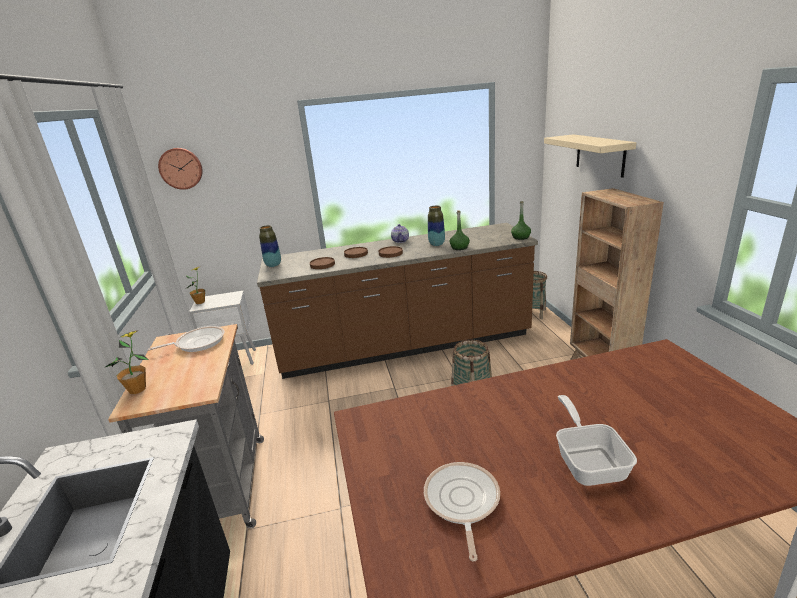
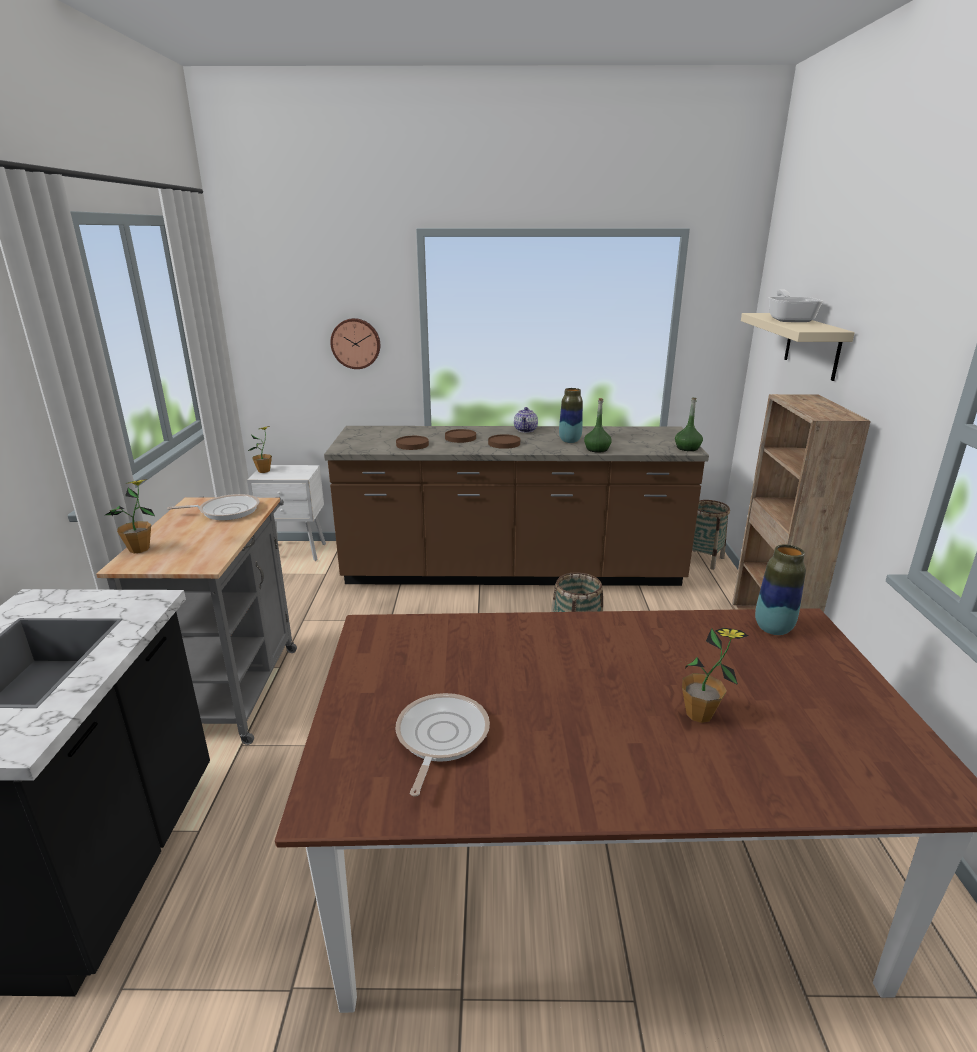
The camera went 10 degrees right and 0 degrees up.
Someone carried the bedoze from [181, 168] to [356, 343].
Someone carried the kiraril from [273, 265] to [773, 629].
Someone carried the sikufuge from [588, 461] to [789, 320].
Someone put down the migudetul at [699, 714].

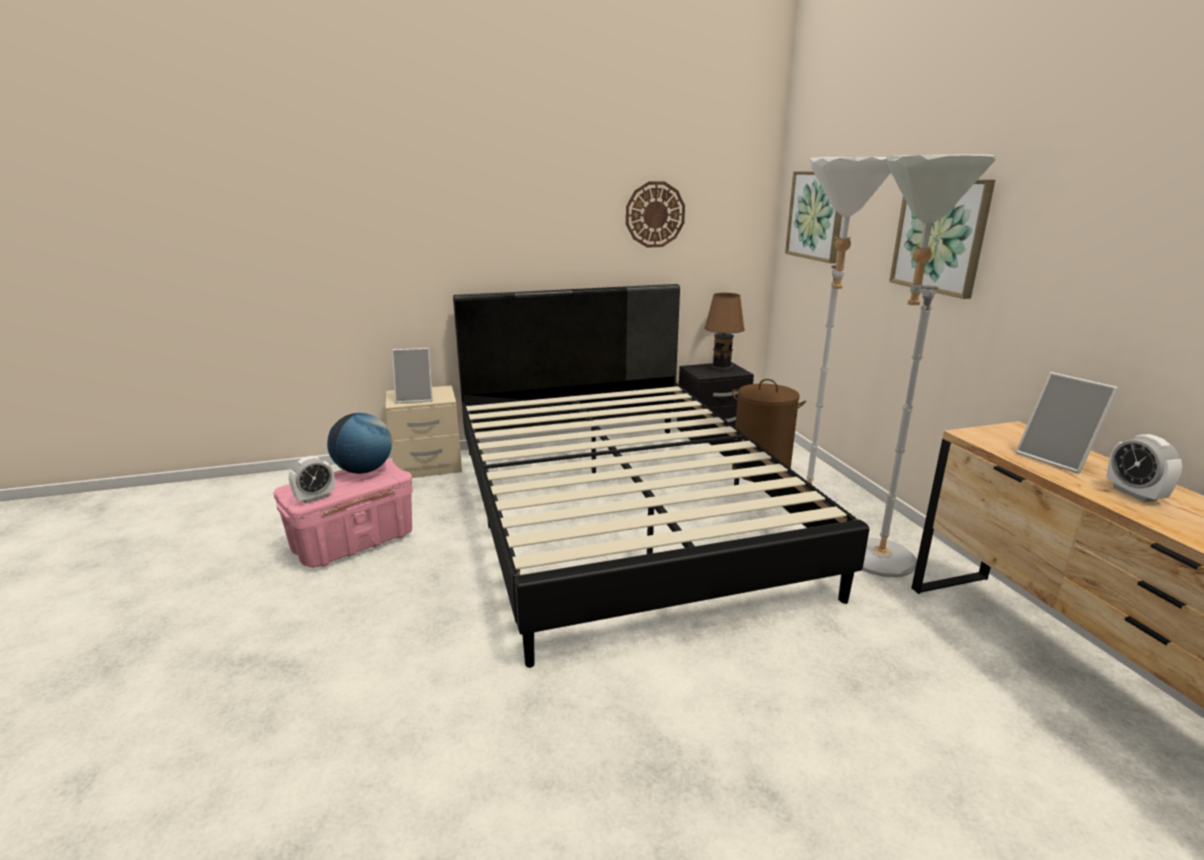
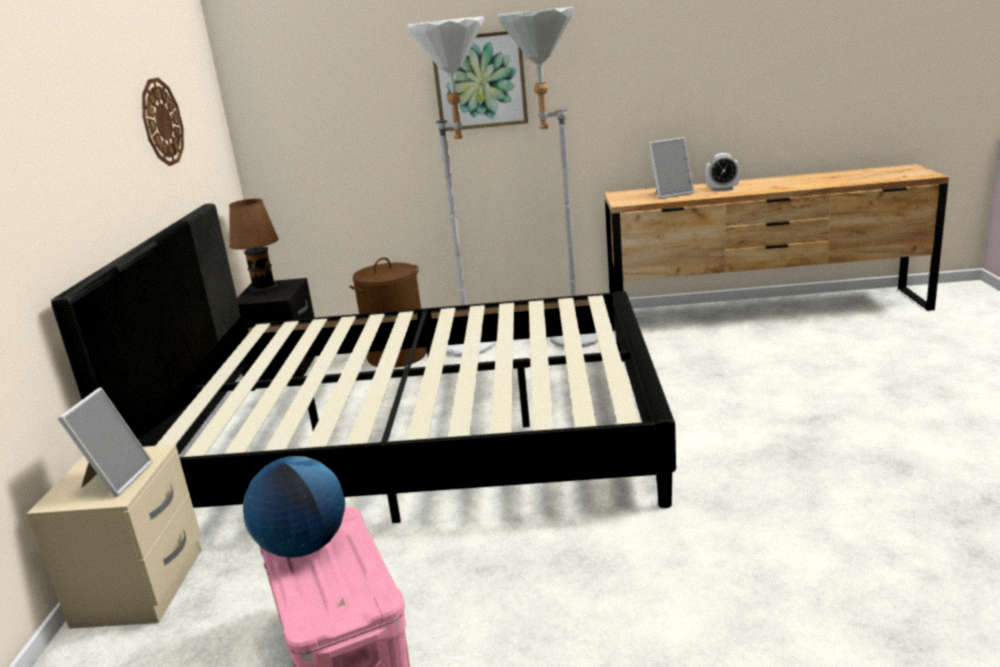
The camera went 70 degrees left and 0 degrees up.
Someone took away the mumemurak at [816, 215].
Someone took away the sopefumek at [315, 497].

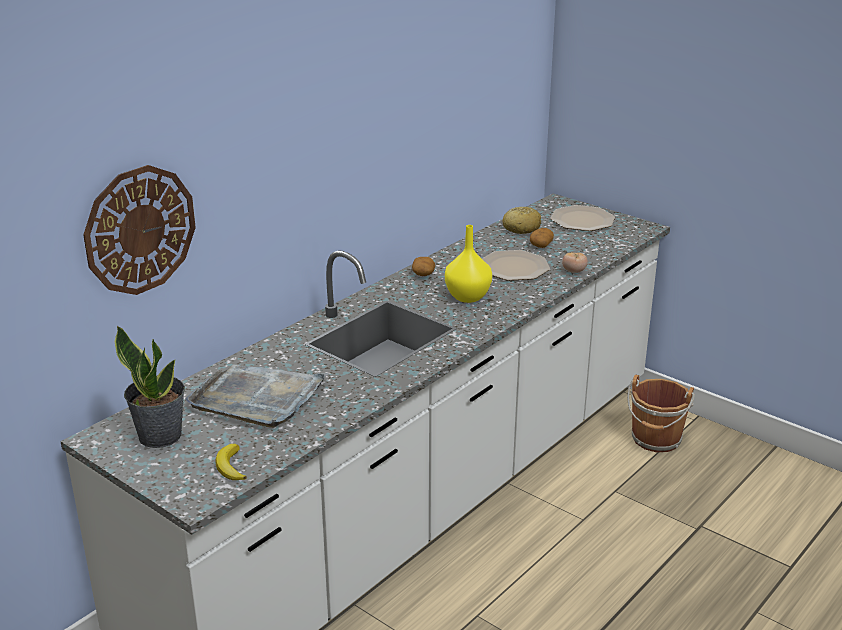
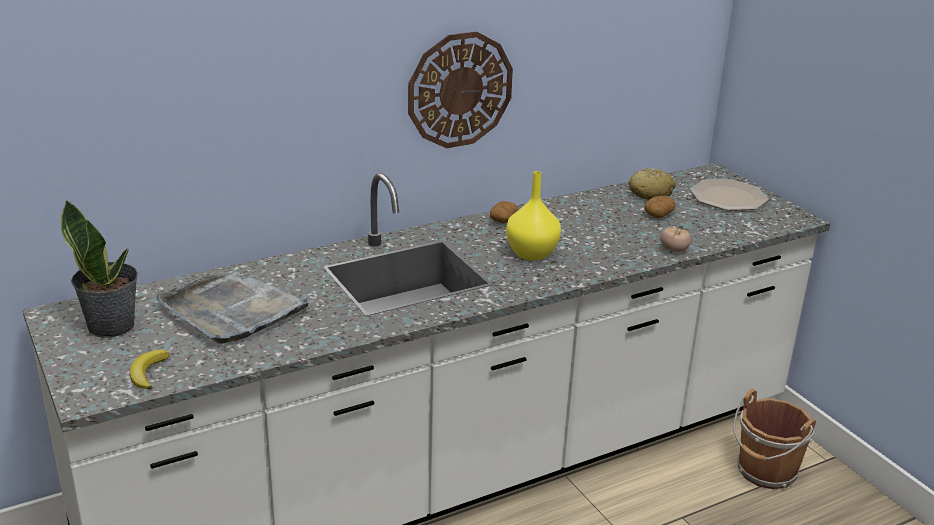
The camera went 20 degrees right and 0 degrees up.
Someone carried the bedoze from [140, 230] to [460, 90].
Someone took away the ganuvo at [514, 267].

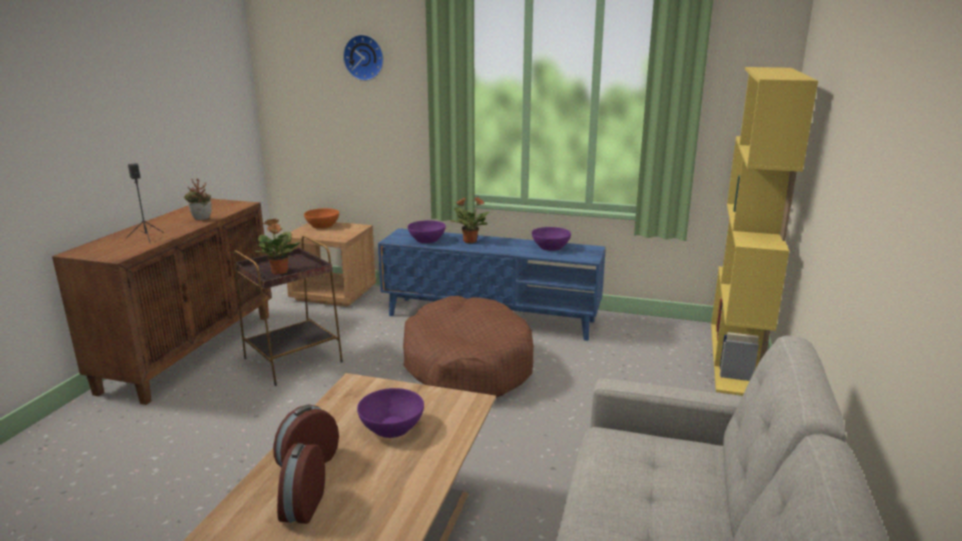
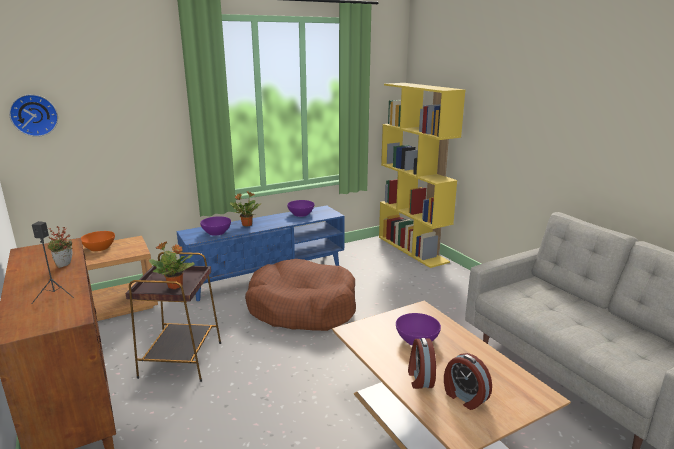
The camera went 45 degrees left and 0 degrees up.
Someone carried the bedoze from [364, 57] to [34, 115].

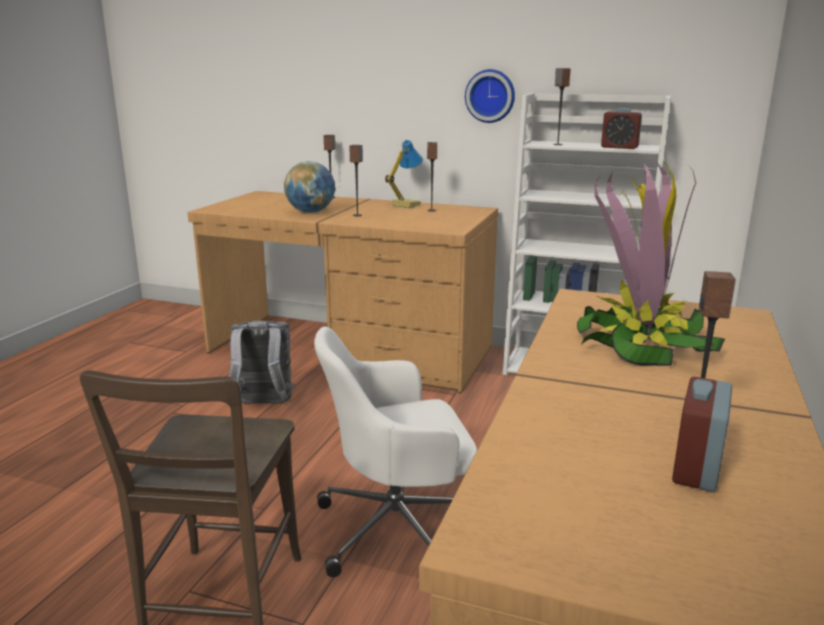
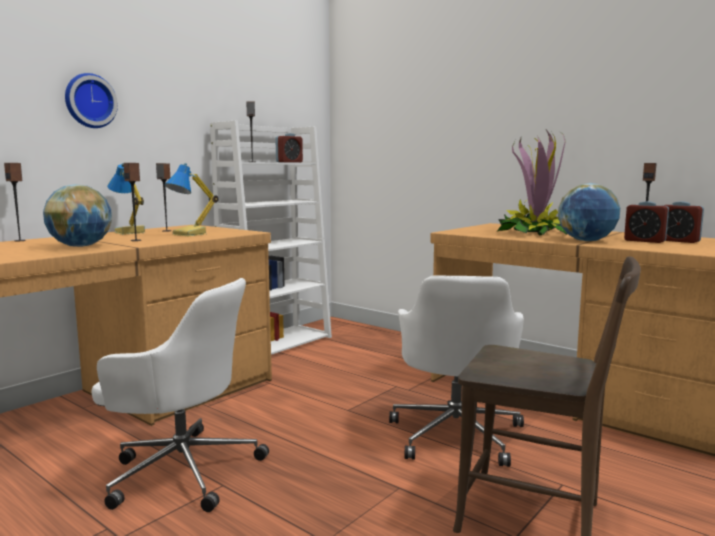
The camera went 70 degrees left and 10 degrees down.
Someone carried the bedoze from [490, 96] to [89, 101].
Someone swapped the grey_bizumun at [263, 405] for the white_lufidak at [182, 470].
Someone put down the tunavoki at [190, 234].
Someone put down the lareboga at [586, 241].
Someone put down the sopefumek at [644, 241].

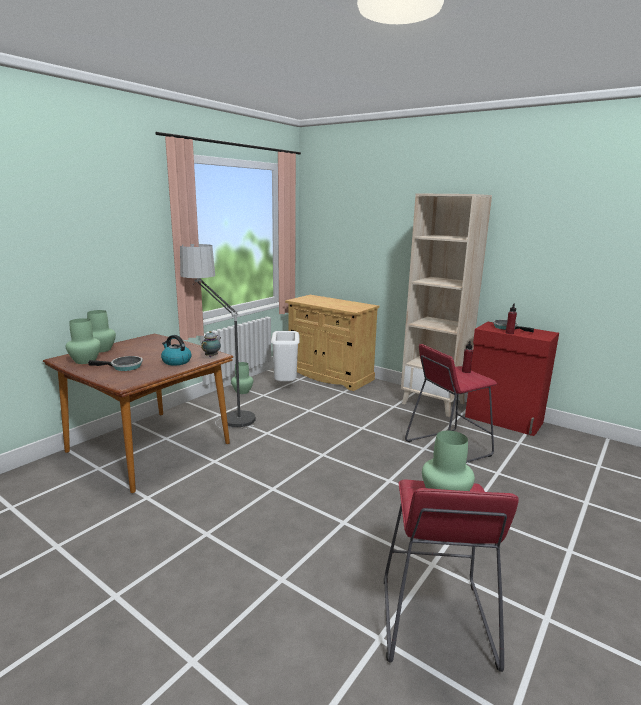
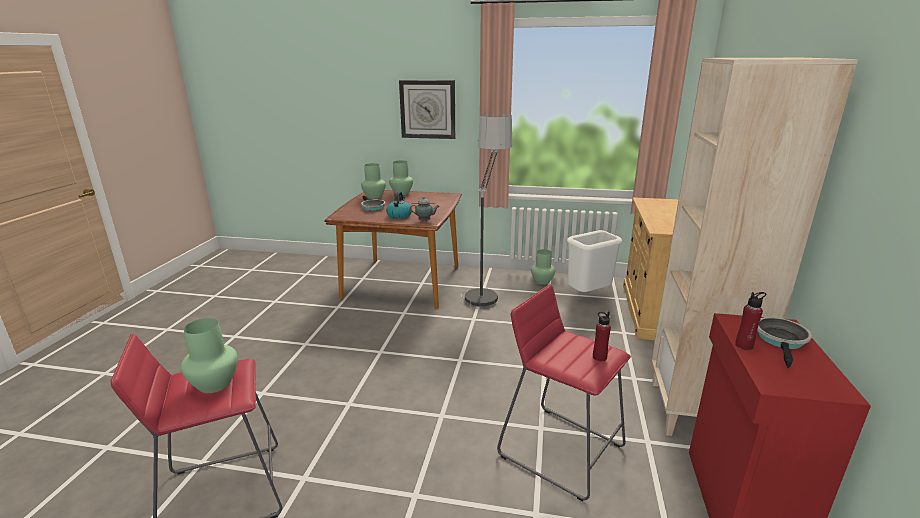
The camera went 65 degrees right and 5 degrees up.
Someone put up the bedoze at [428, 109].

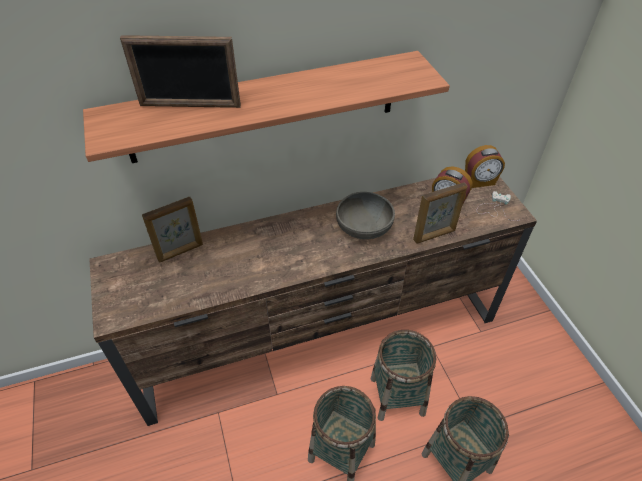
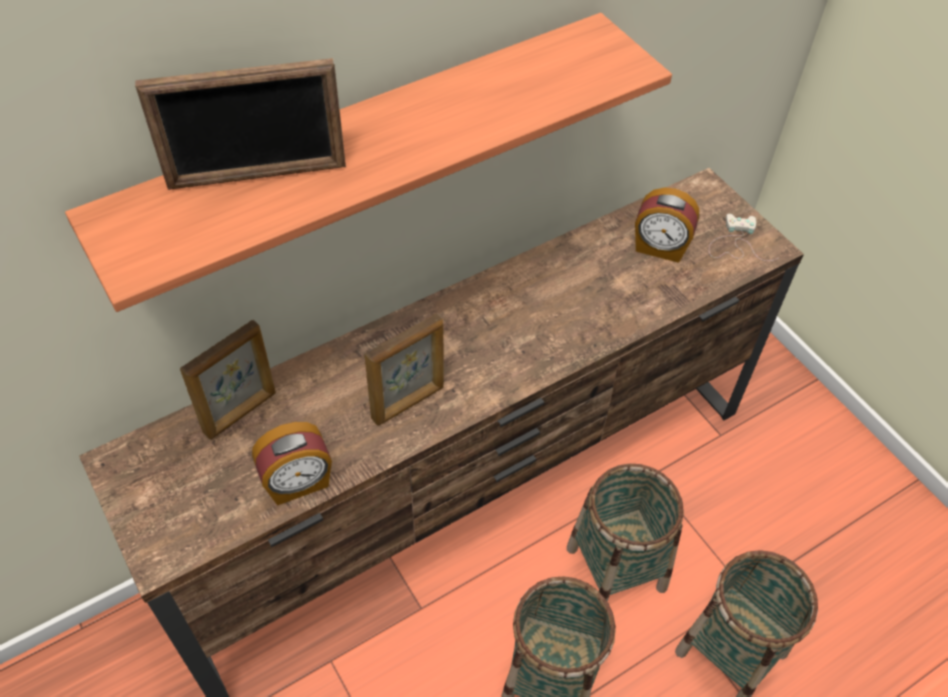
The camera went 15 degrees left and 5 degrees up.
Someone carried the sopefumek from [479, 181] to [298, 483].
Someone carried the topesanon from [434, 235] to [409, 403].
Someone took away the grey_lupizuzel at [364, 227].

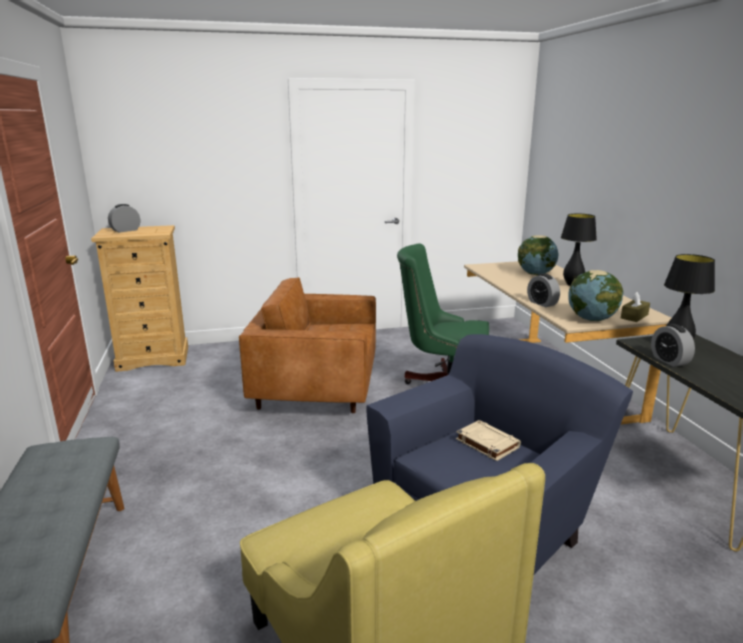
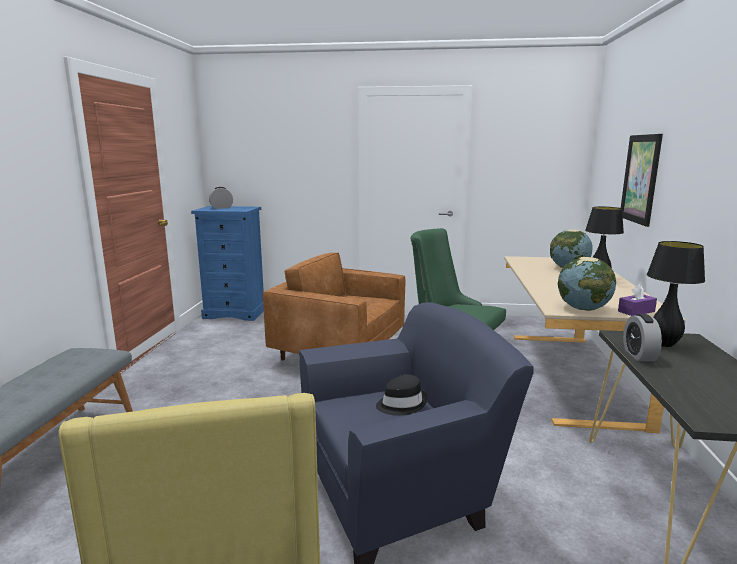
The camera went 20 degrees right and 5 degrees down.
Someone repainted the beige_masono at [154, 358], which became the blue_masono at [235, 313].
Someone took away the sopefumek at [542, 303].
Someone repainted the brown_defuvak at [634, 316], which became the purple_defuvak at [636, 311].
Someone swapped the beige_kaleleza at [486, 443] for the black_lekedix at [401, 404].
Someone put up the mumemurak at [640, 179].

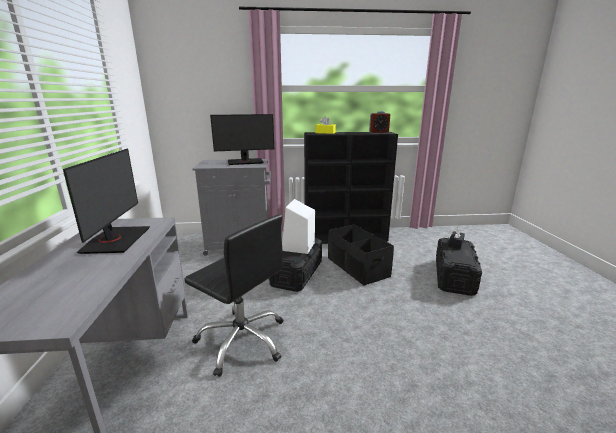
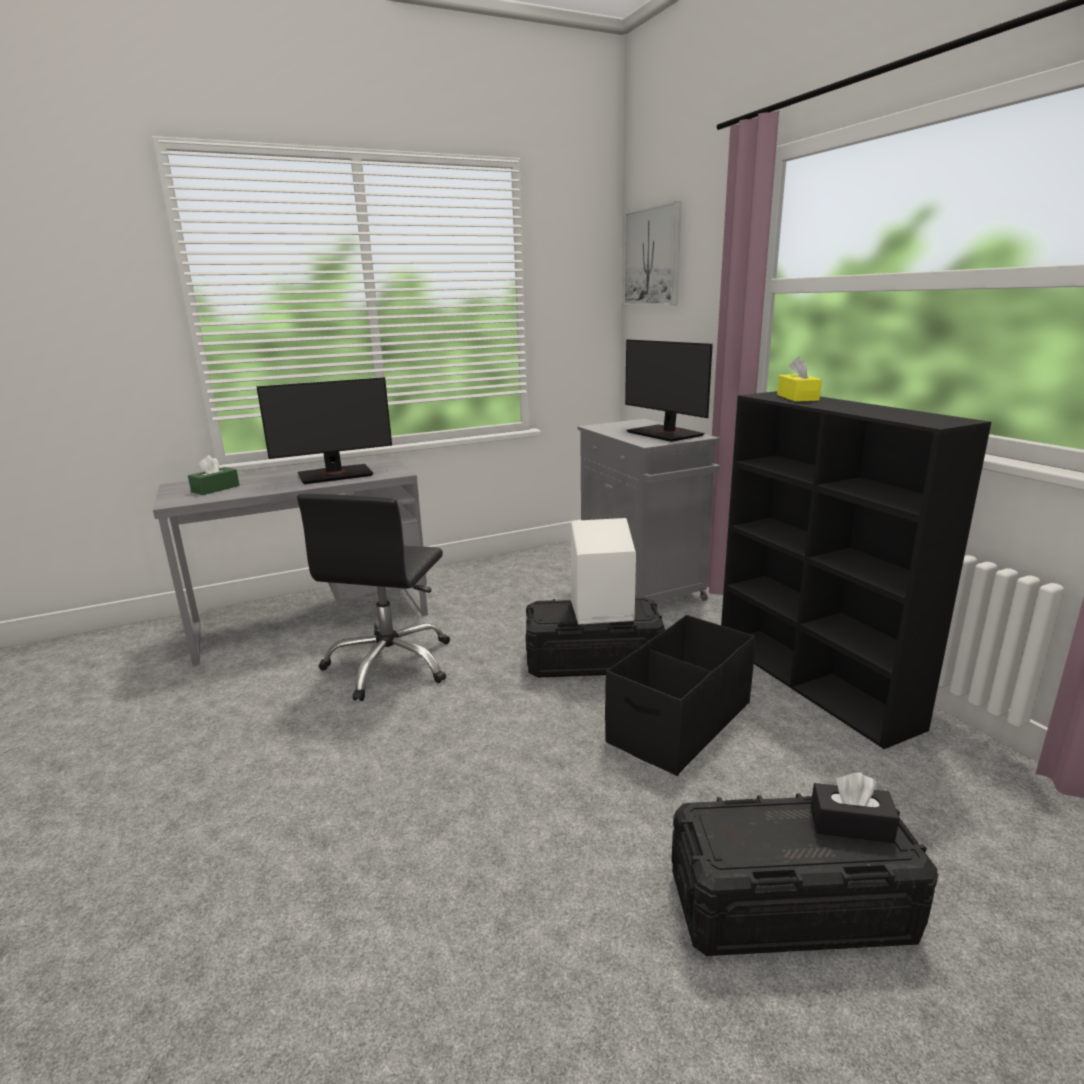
The camera went 70 degrees right and 0 degrees up.
Someone took away the sopefumek at [378, 132].
Someone put up the mumemurak at [652, 257].
Someone put down the green_defuvak at [215, 489].

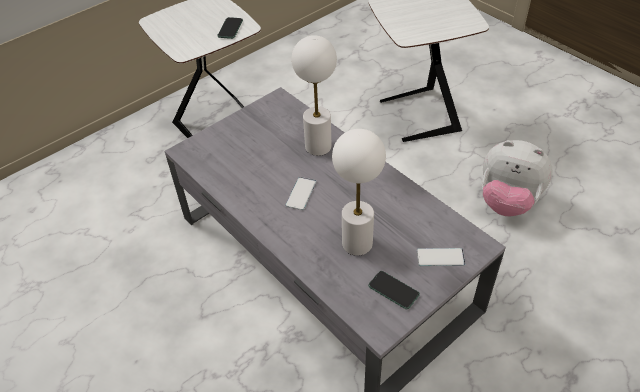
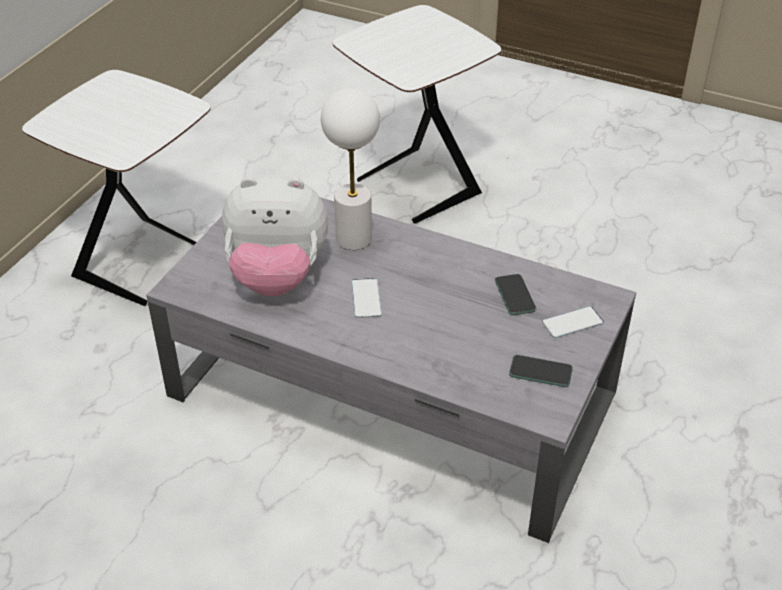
The camera went 25 degrees left and 5 degrees down.
Someone carried the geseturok from [230, 28] to [515, 295].
Someone took away the white_tunavoki at [357, 243].
Someone carried the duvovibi from [507, 201] to [277, 276].

